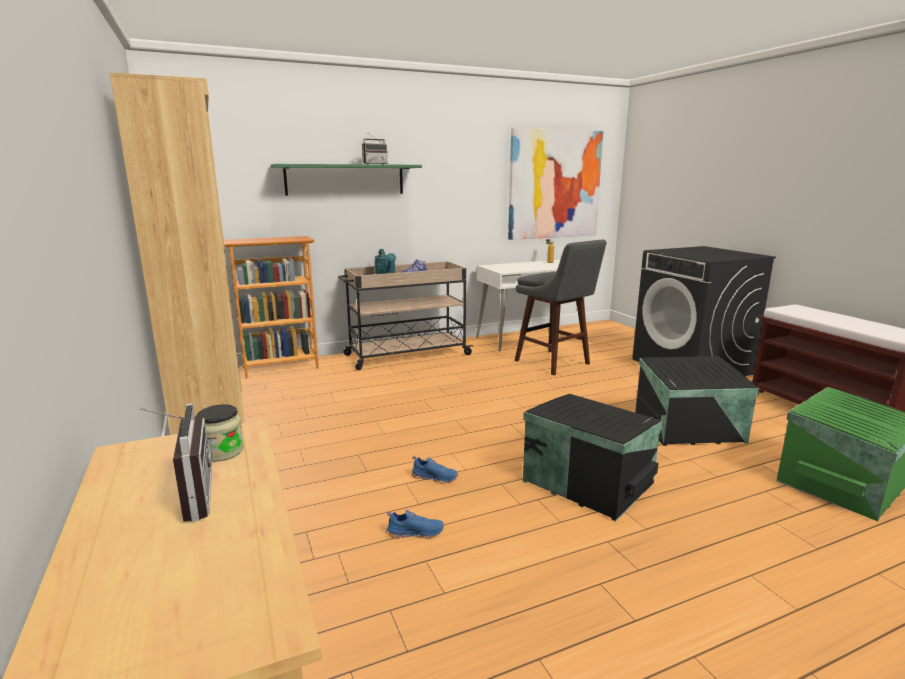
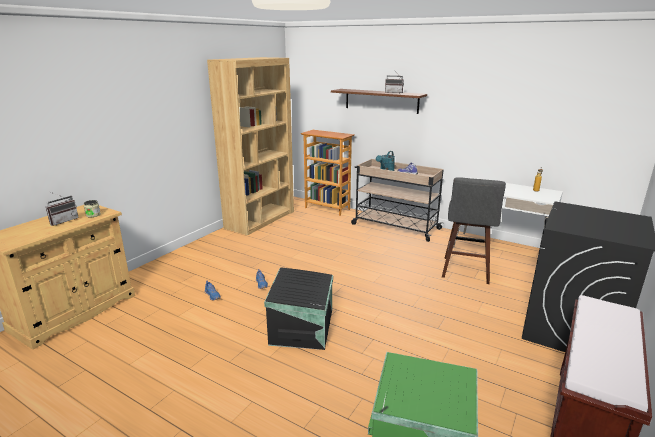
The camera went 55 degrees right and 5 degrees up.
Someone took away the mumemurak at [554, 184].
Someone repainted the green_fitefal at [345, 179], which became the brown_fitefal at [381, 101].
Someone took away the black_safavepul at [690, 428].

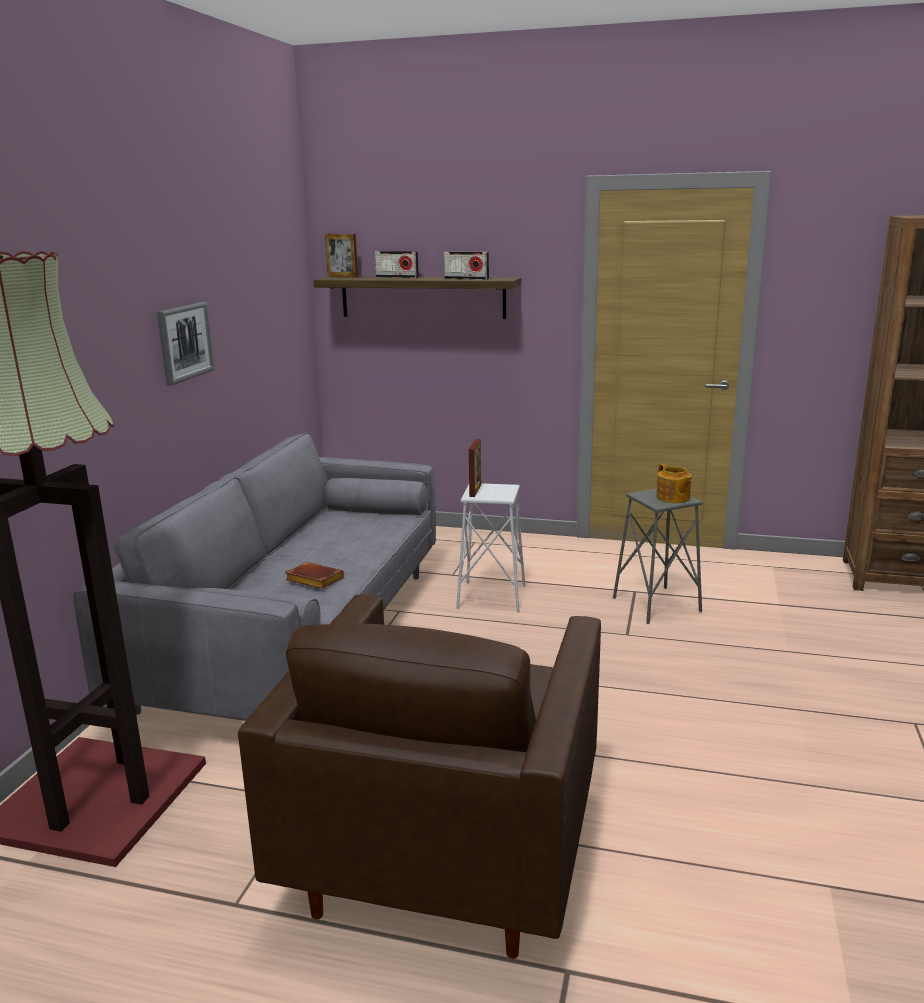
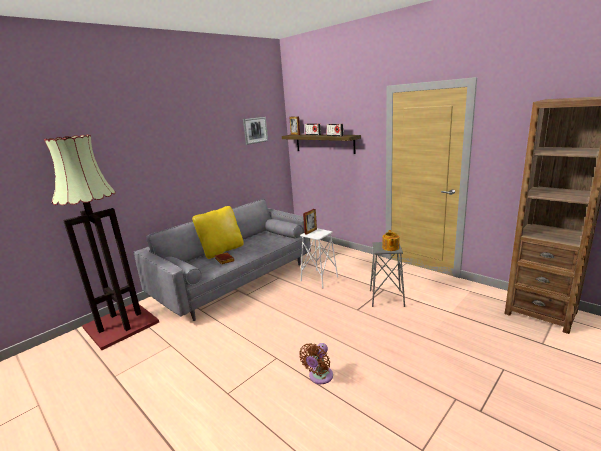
The camera went 30 degrees right and 0 degrees up.
Someone carried the mumemurak from [184, 342] to [255, 130].
Someone took away the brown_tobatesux at [444, 849].
Someone put down the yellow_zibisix at [222, 250].
Someone put down the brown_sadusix at [319, 377].

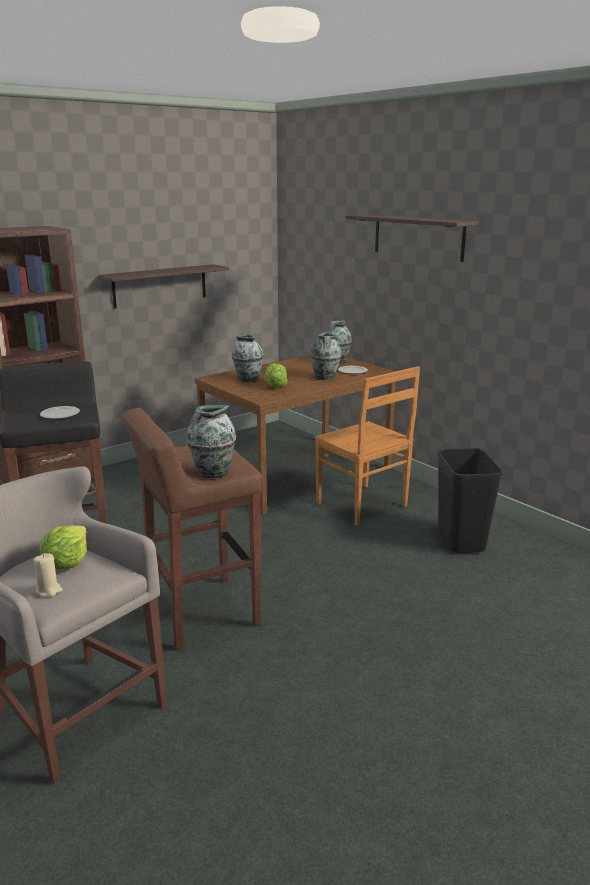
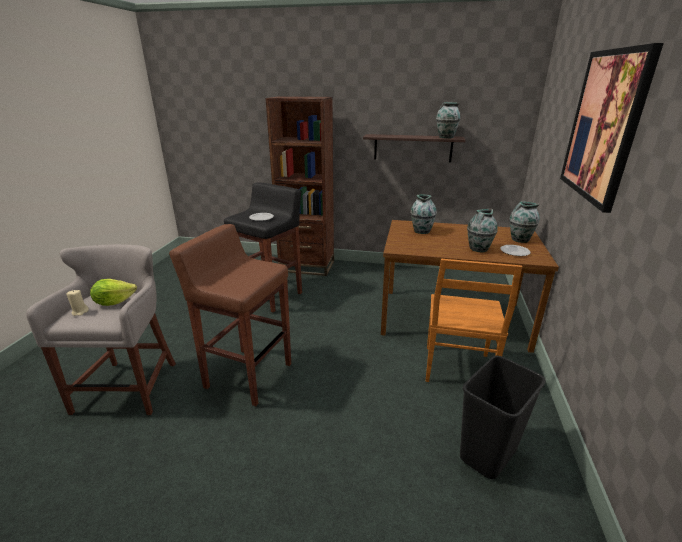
The camera went 50 degrees right and 5 degrees up.
Someone swapped the fitefal at [418, 237] for the mumemurak at [603, 126].
Someone took away the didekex at [275, 386].
Someone carried the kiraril from [212, 472] to [445, 137].

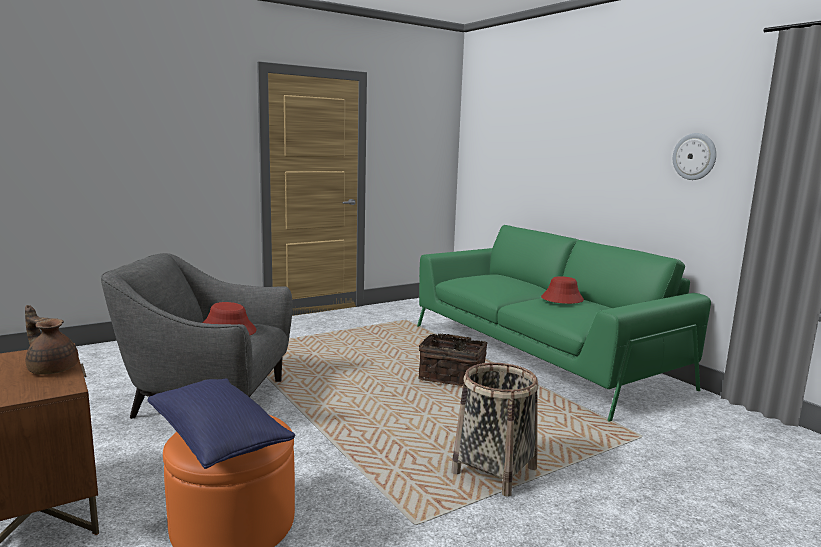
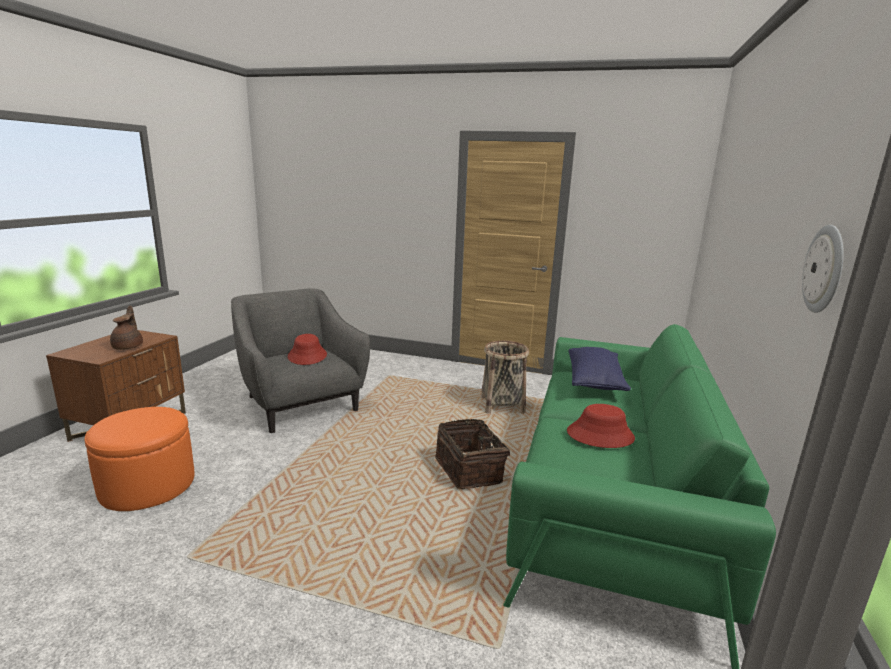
The camera went 50 degrees right and 5 degrees up.
Someone carried the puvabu from [494, 471] to [502, 405].
Someone carried the blue_zibisix from [218, 439] to [594, 381].

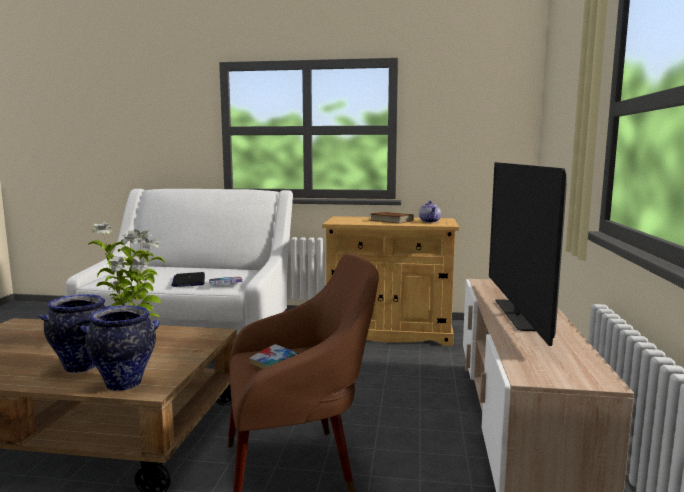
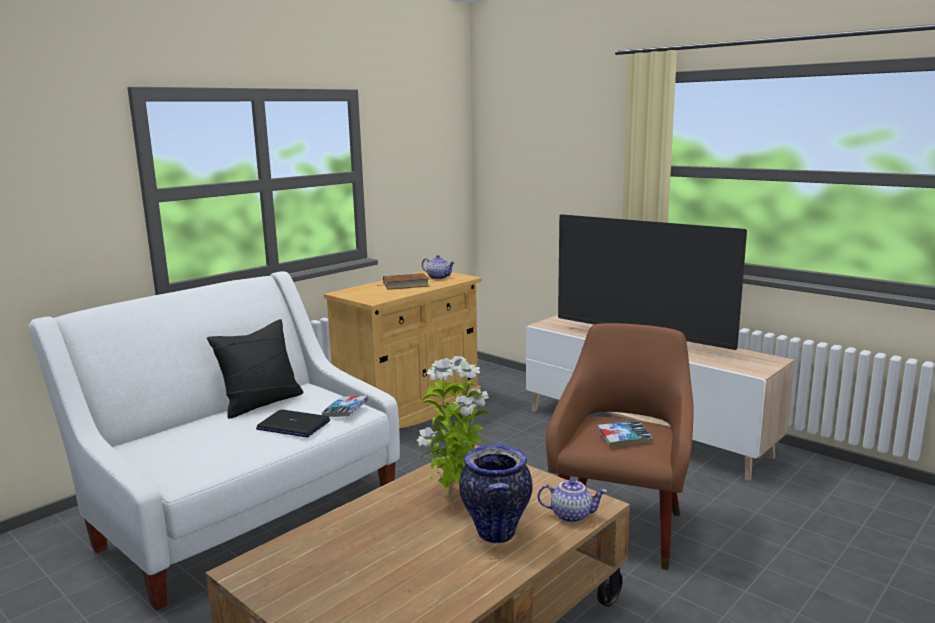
The camera went 55 degrees left and 5 degrees up.
Someone swapped the kiraril at [125, 384] for the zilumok at [571, 515].
Someone put down the black_zibisix at [261, 403].

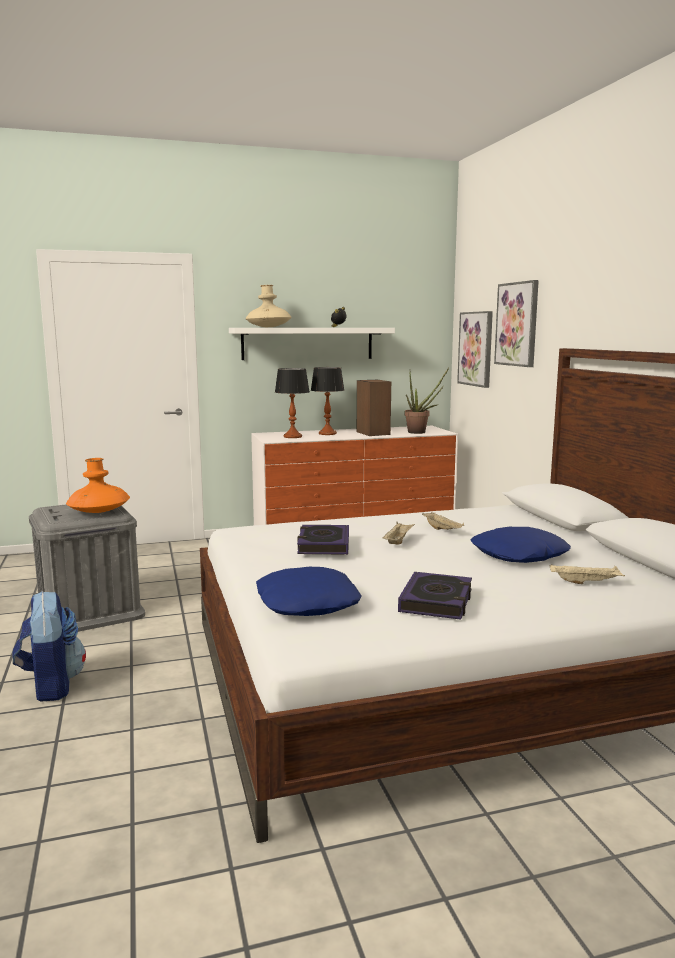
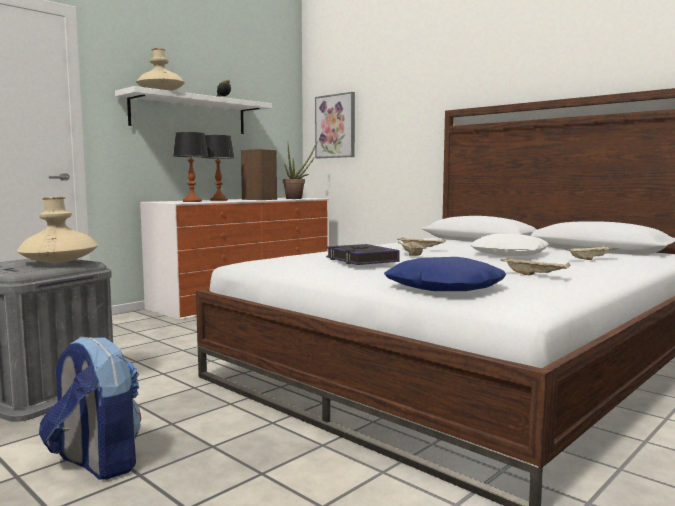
The camera went 30 degrees left and 5 degrees down.
Someone took away the mumemurak at [517, 324].
Someone repainted the orange_kiraril at [99, 511], which became the beige_kiraril at [59, 262].
Someone repainted the blue_zibisix at [519, 555], which became the white_zibisix at [510, 254].
Someone swapped the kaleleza at [436, 601] for the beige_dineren at [535, 275].

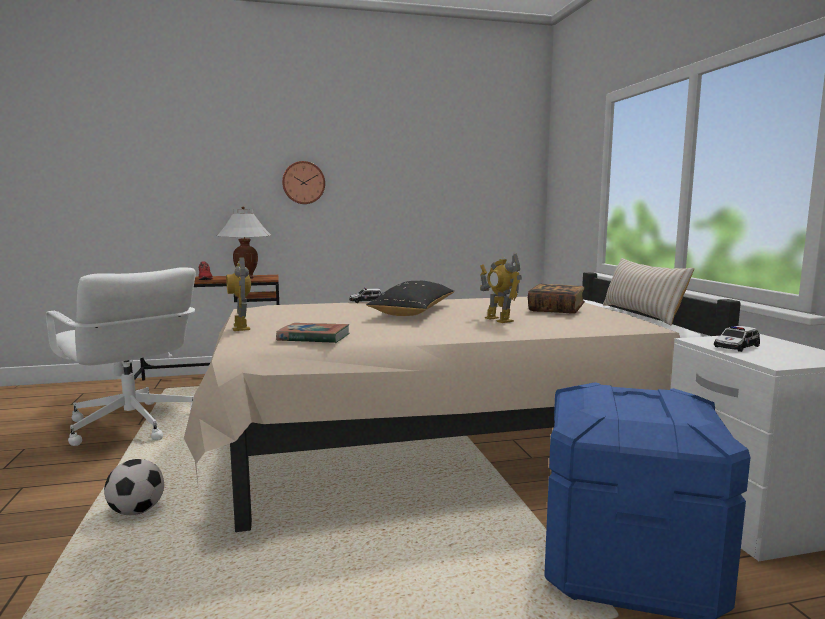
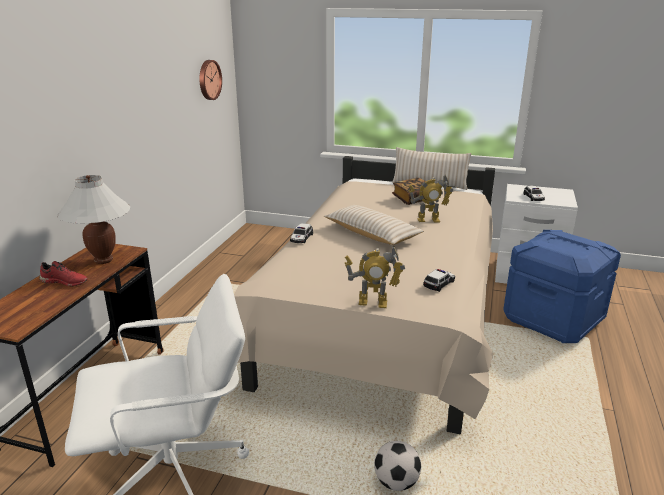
The camera went 60 degrees left and 15 degrees up.
Someone carried the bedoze from [303, 182] to [208, 80].
Someone repainted the black_zibisix at [414, 311], which became the beige_zibisix at [372, 234].
Someone swapped the kaleleza at [314, 338] for the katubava at [439, 283].

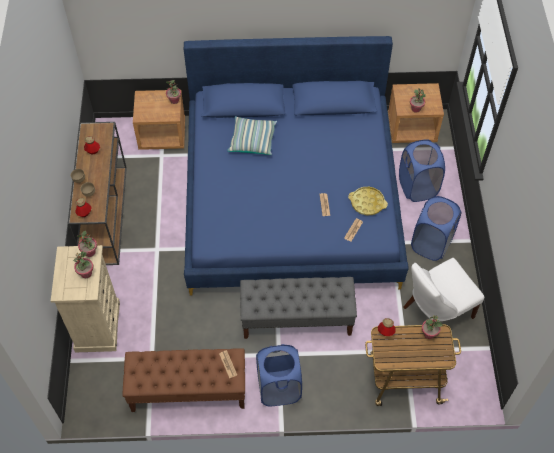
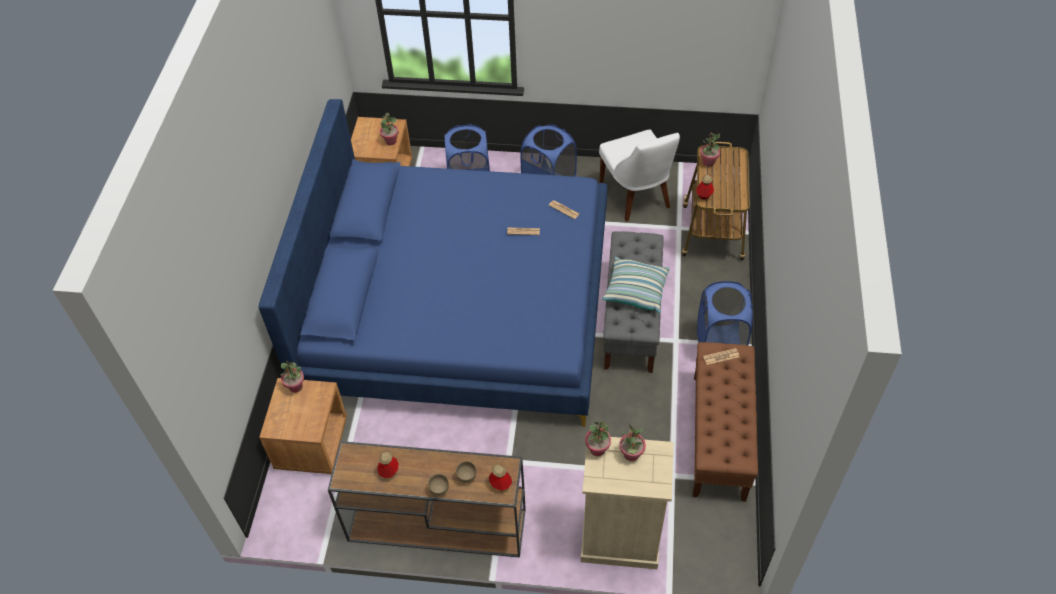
The camera went 80 degrees left and 5 degrees down.
Someone carried the zibisix from [252, 141] to [635, 291].
Someone took away the yellow_dineren at [367, 203].

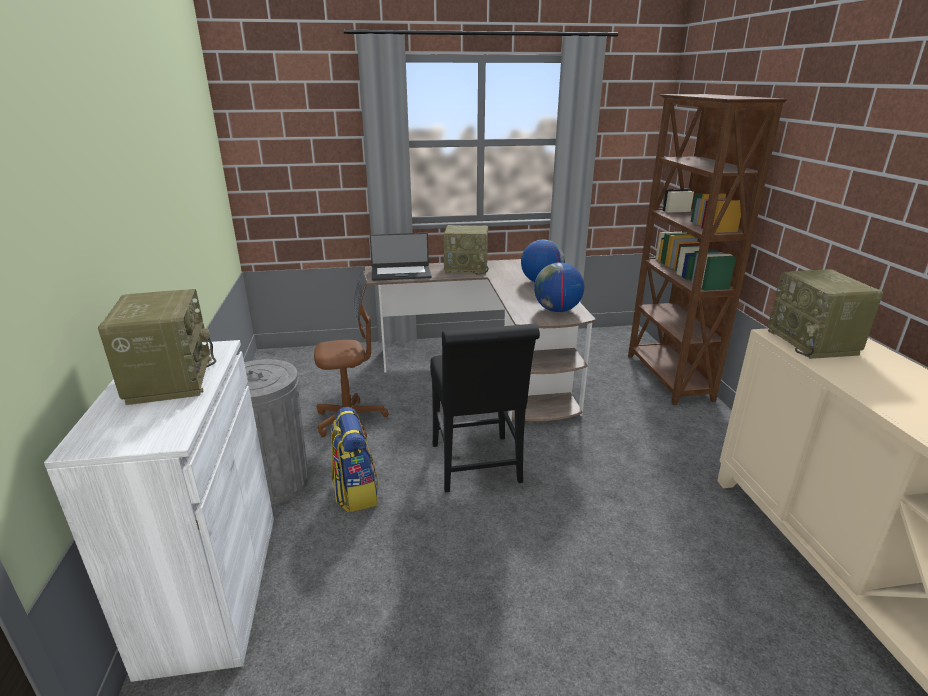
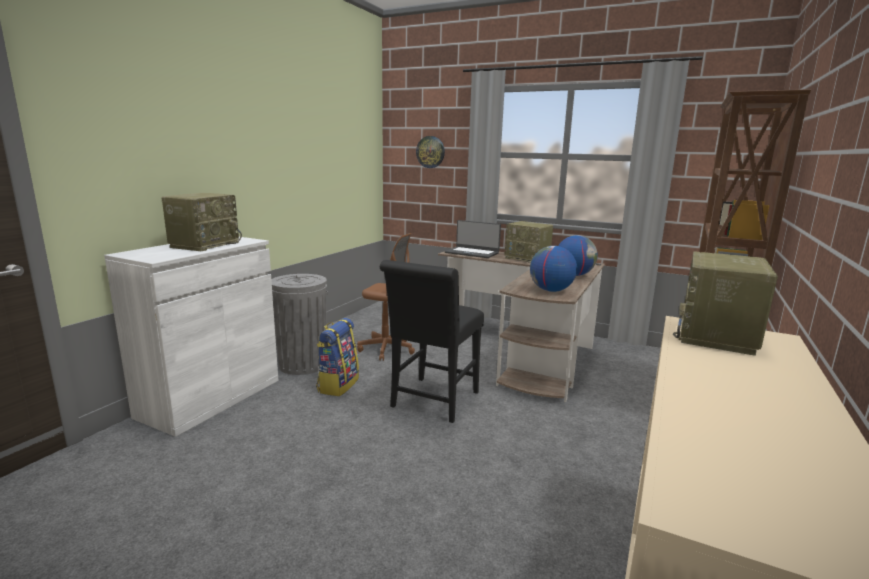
The camera went 35 degrees right and 10 degrees down.
Someone put up the bedoze at [430, 152].

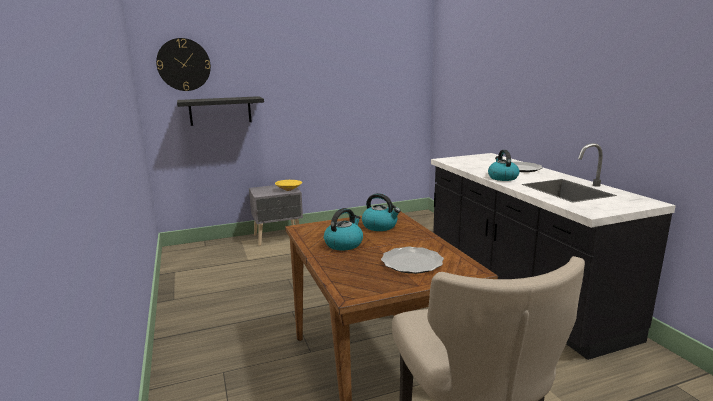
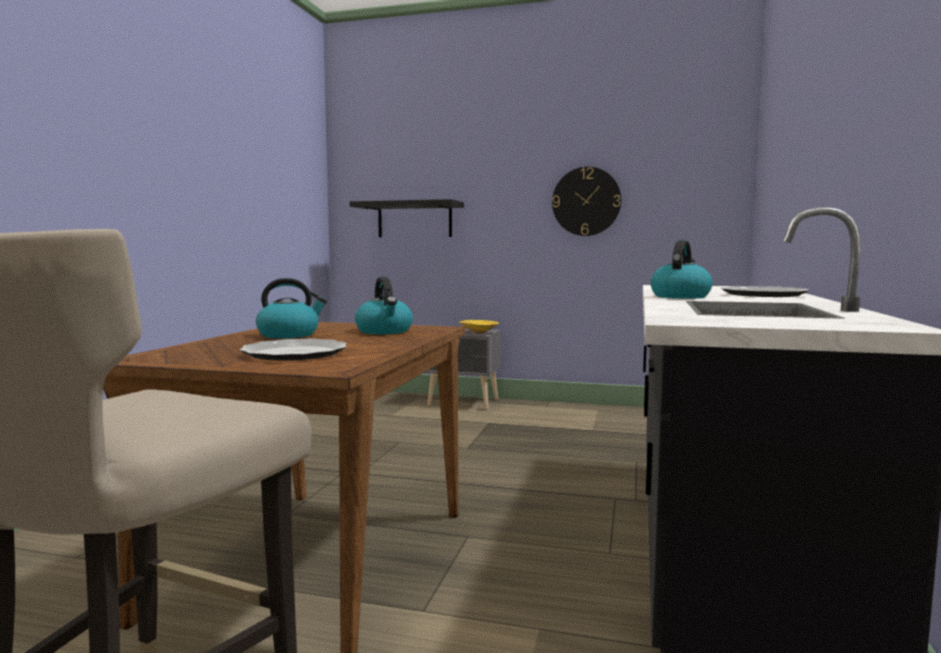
The camera went 35 degrees right and 10 degrees down.
Someone carried the bedoze from [184, 64] to [586, 201].

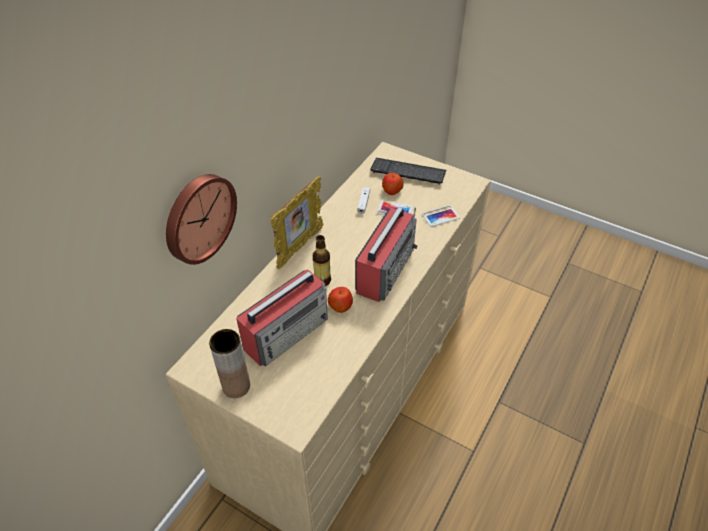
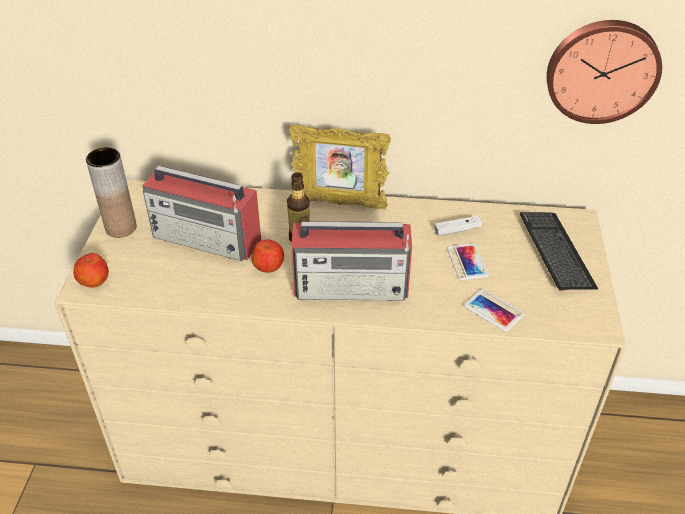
The camera went 65 degrees right and 5 degrees down.
Someone carried the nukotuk from [392, 190] to [94, 280].
Someone carried the bedoze from [198, 217] to [602, 70].

